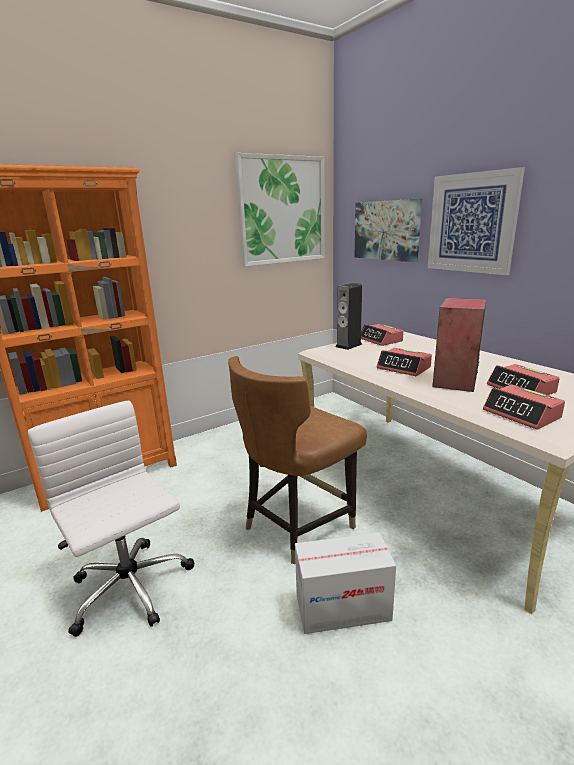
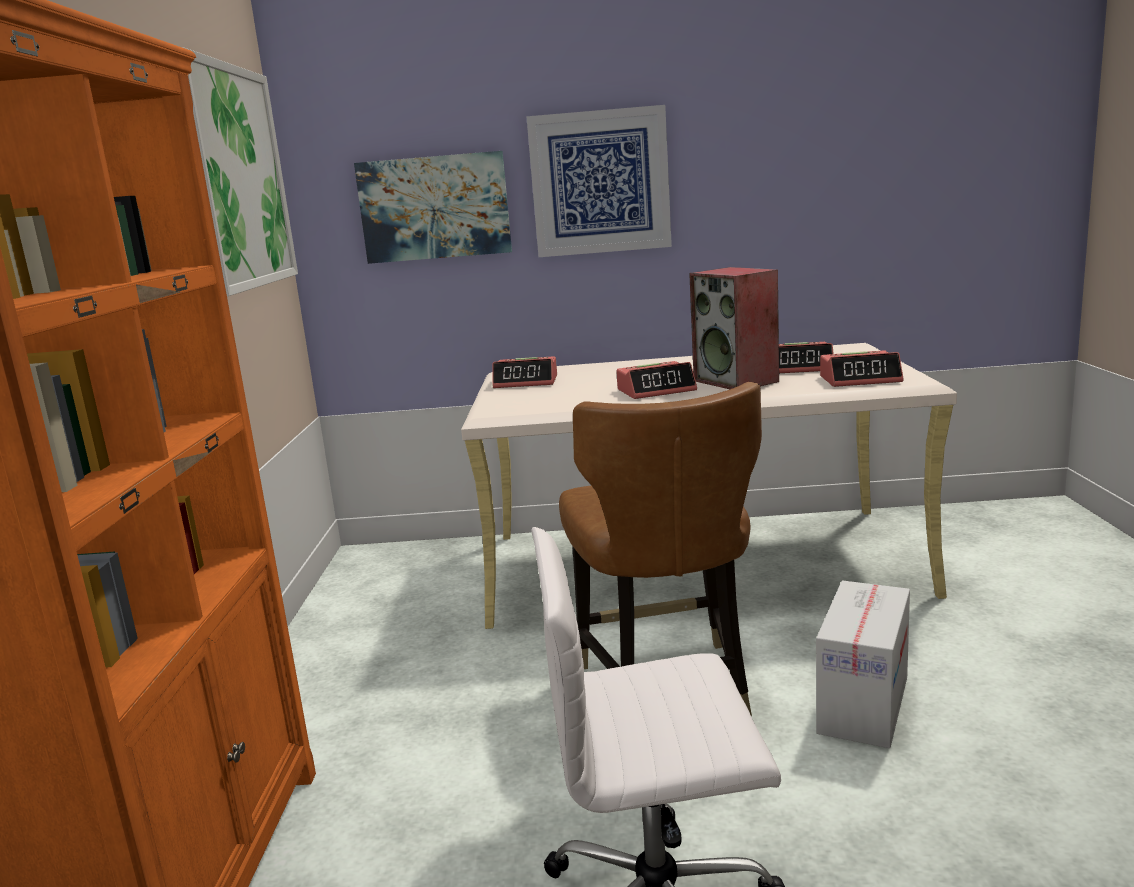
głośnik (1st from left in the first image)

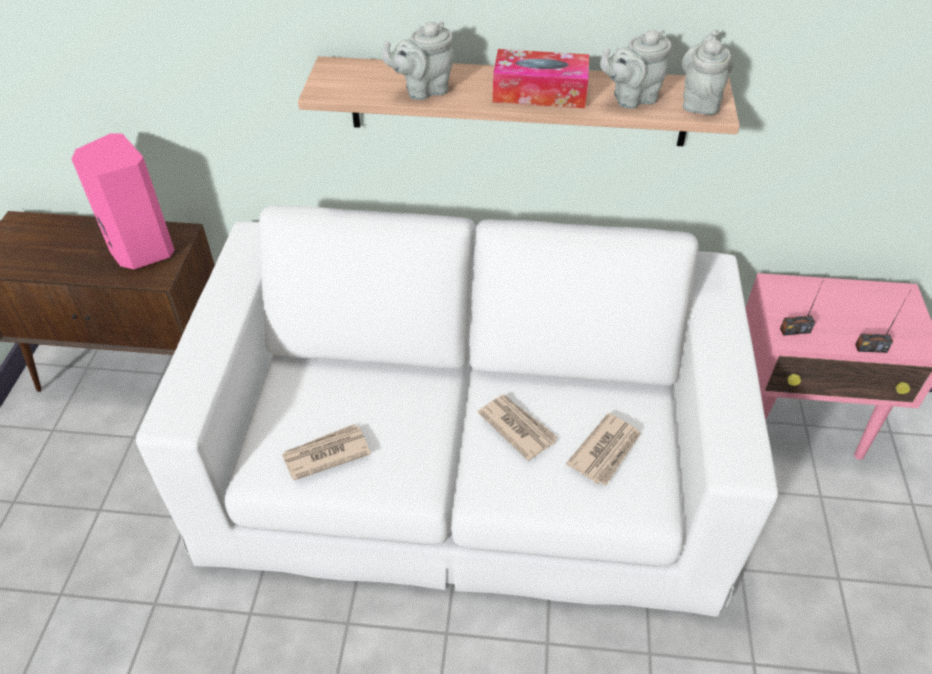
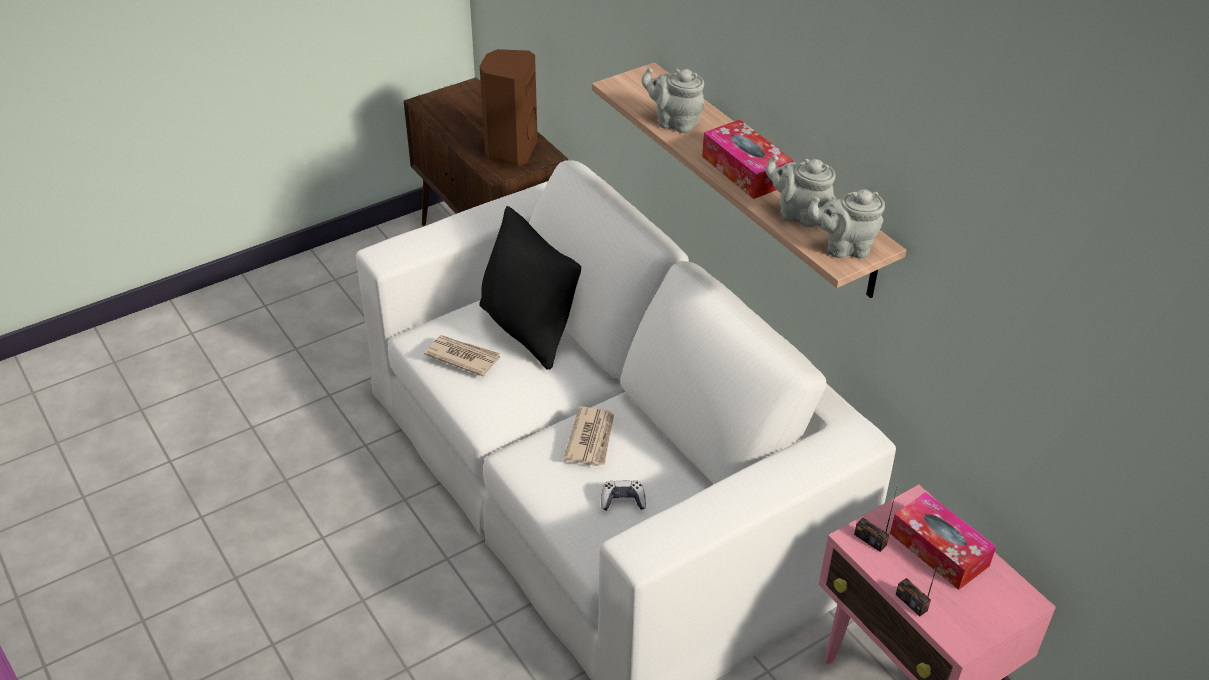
głośnik [brązowy]
pad do gier
imbryk [szary] (3rd from left)
poduszka [czarny]
pudełko chusteczek (2nd from left)

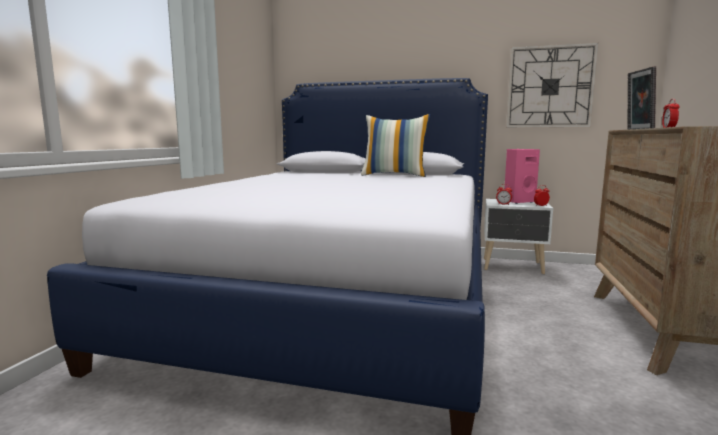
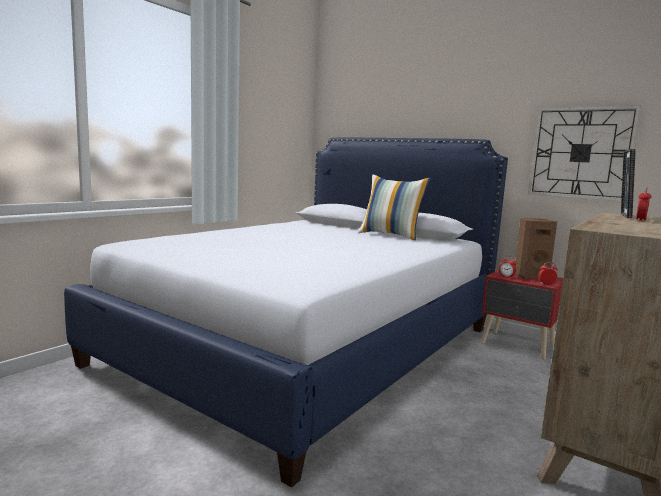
szafka nocna [czerwony]
głośnik [brązowy]

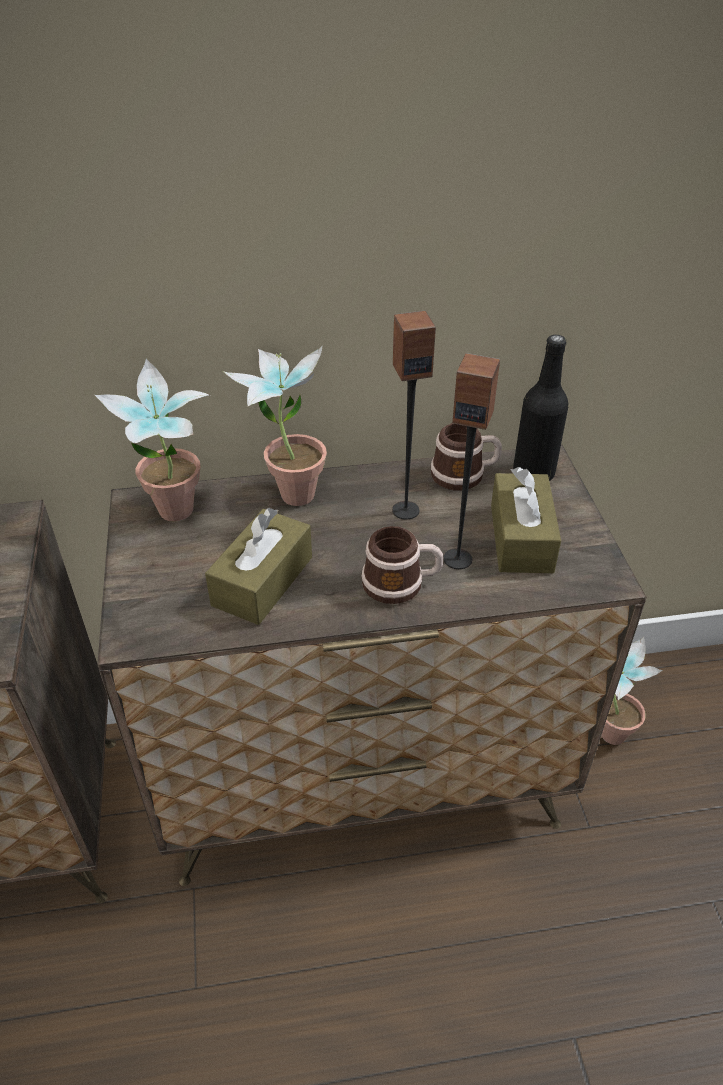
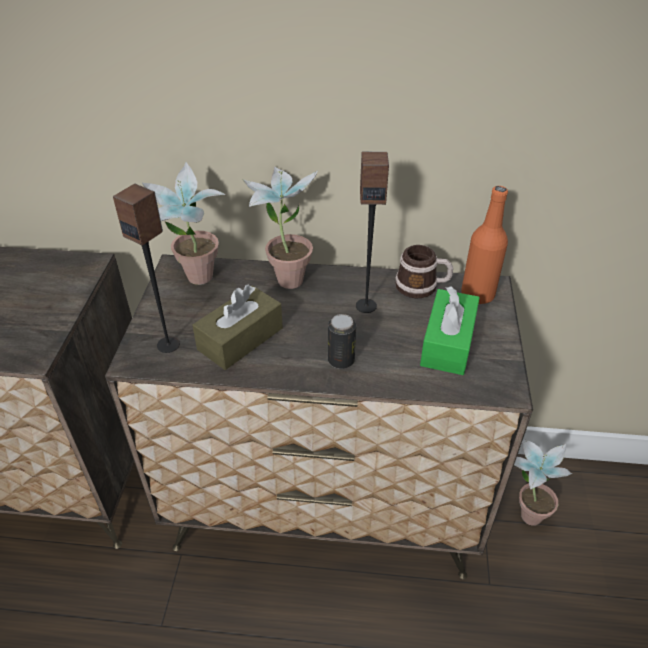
puszka
głośnik (1st from left)
pudełko chusteczek [zielony]
butelka [pomarańczowy]

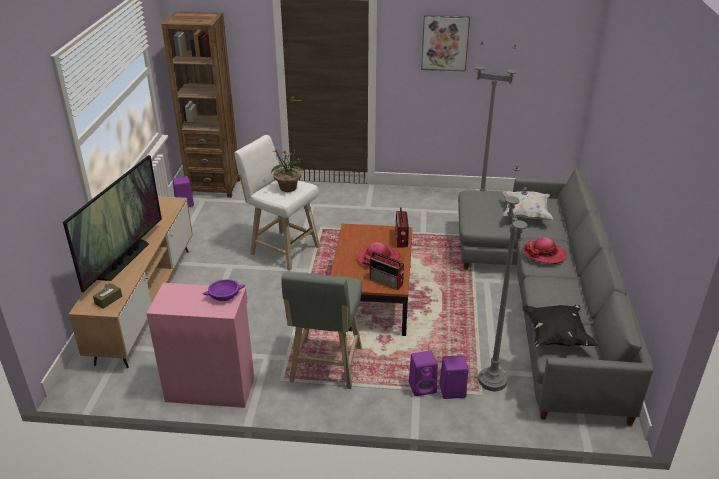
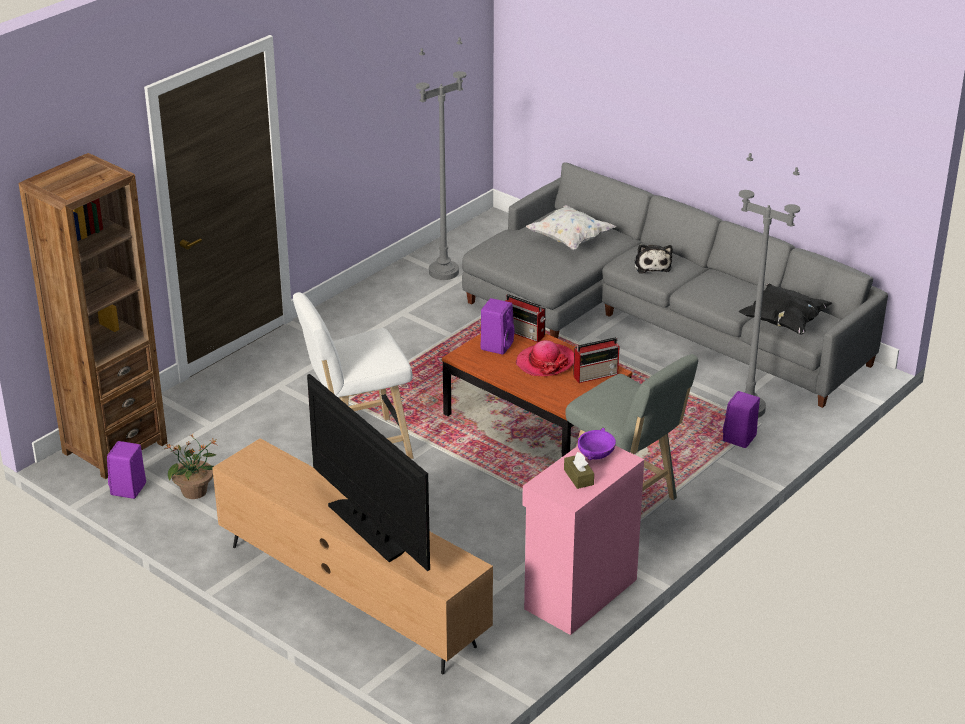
pudełko chusteczek [brązowy]
roślina doniczkowa
głośnik [fioletowy] (2nd from left)
obraz
pluszak

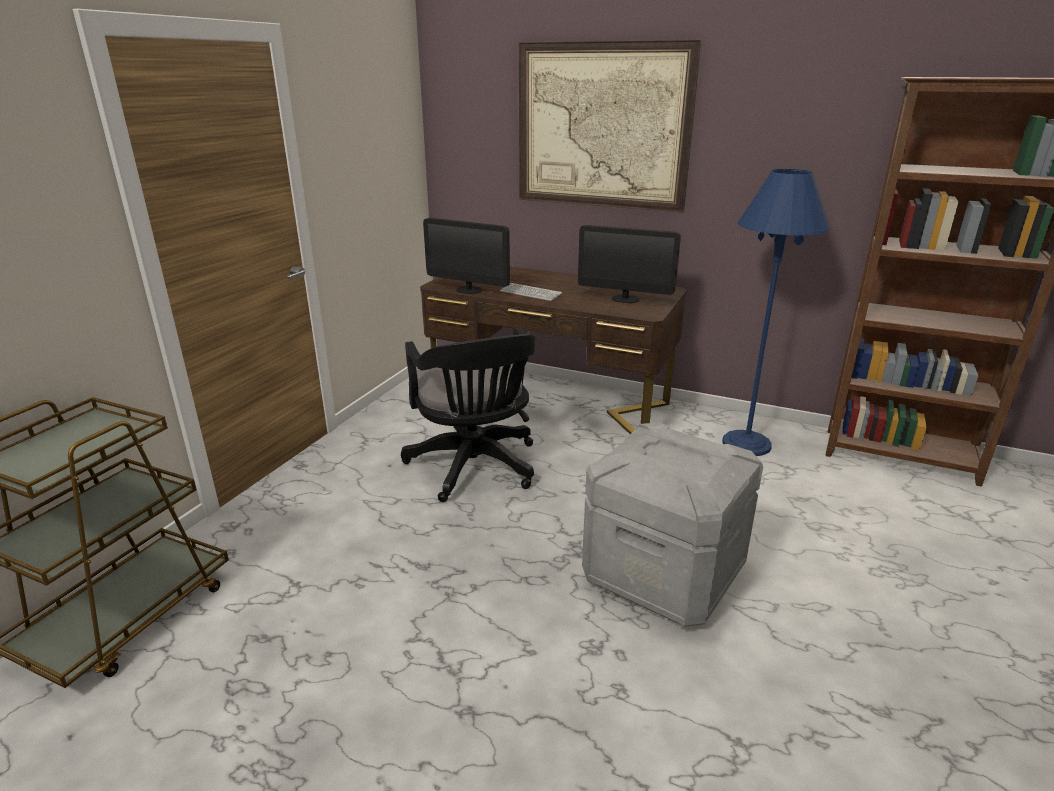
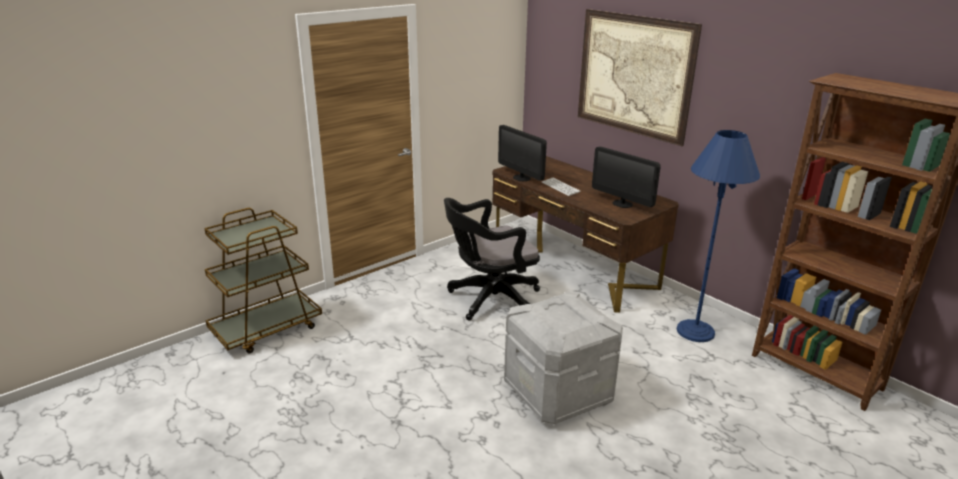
krzesło biurowe [czarny]

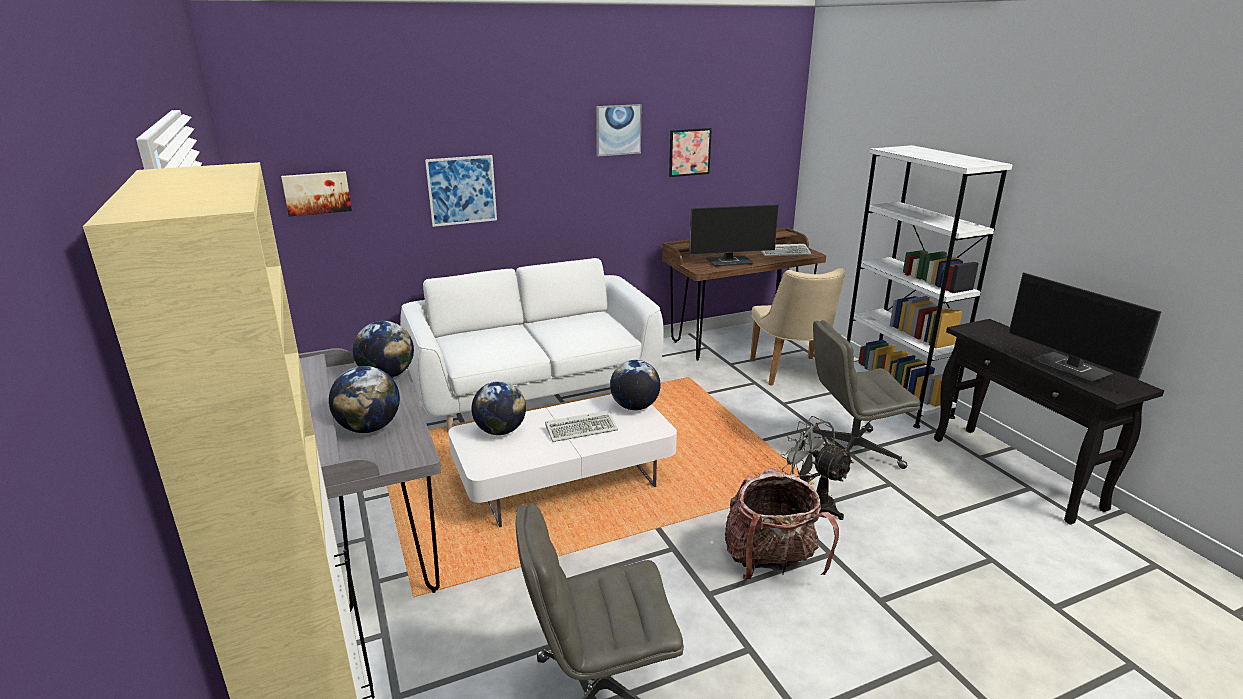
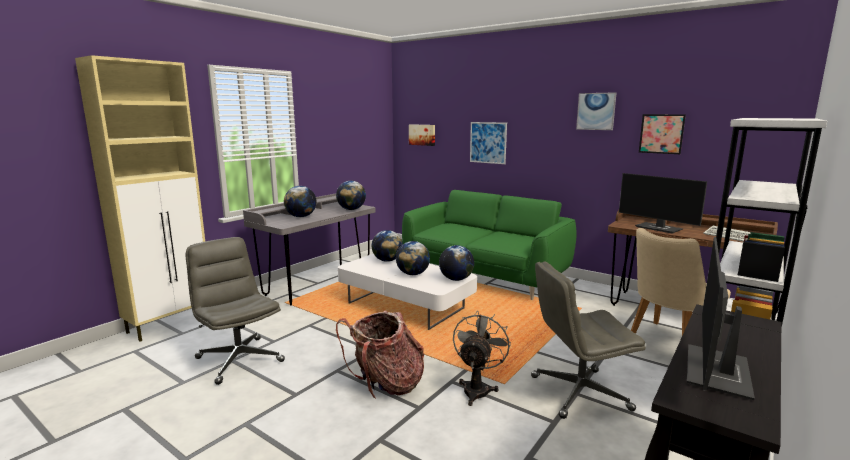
kanapa [zielony]
globus (4th from left)
krzesło biurowe [szary] (2nd from left)

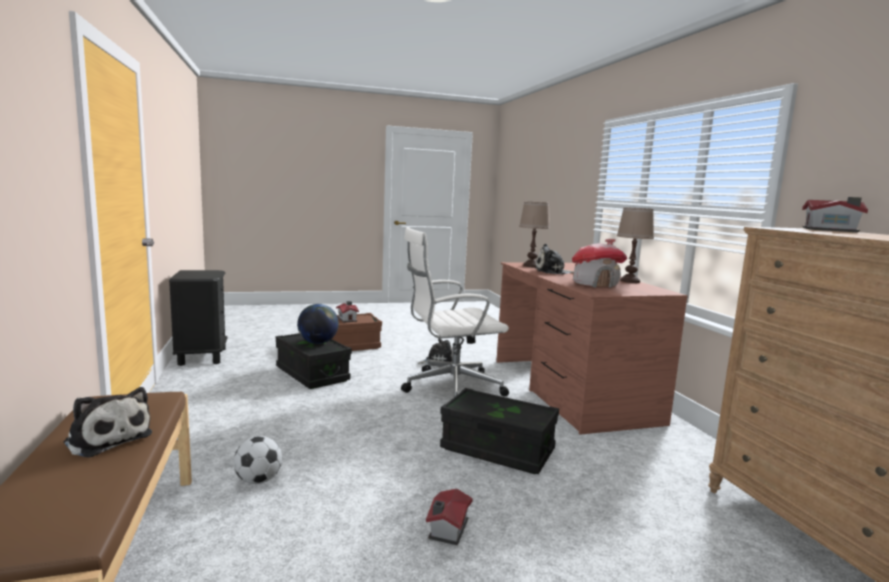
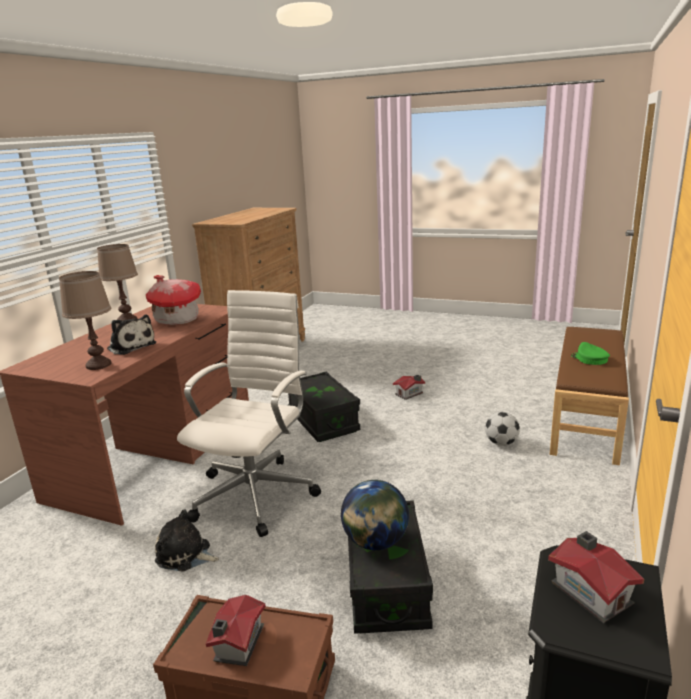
czapka z daszkiem [zielony]
krzesło biurowe [biały]
domek (4th from left)

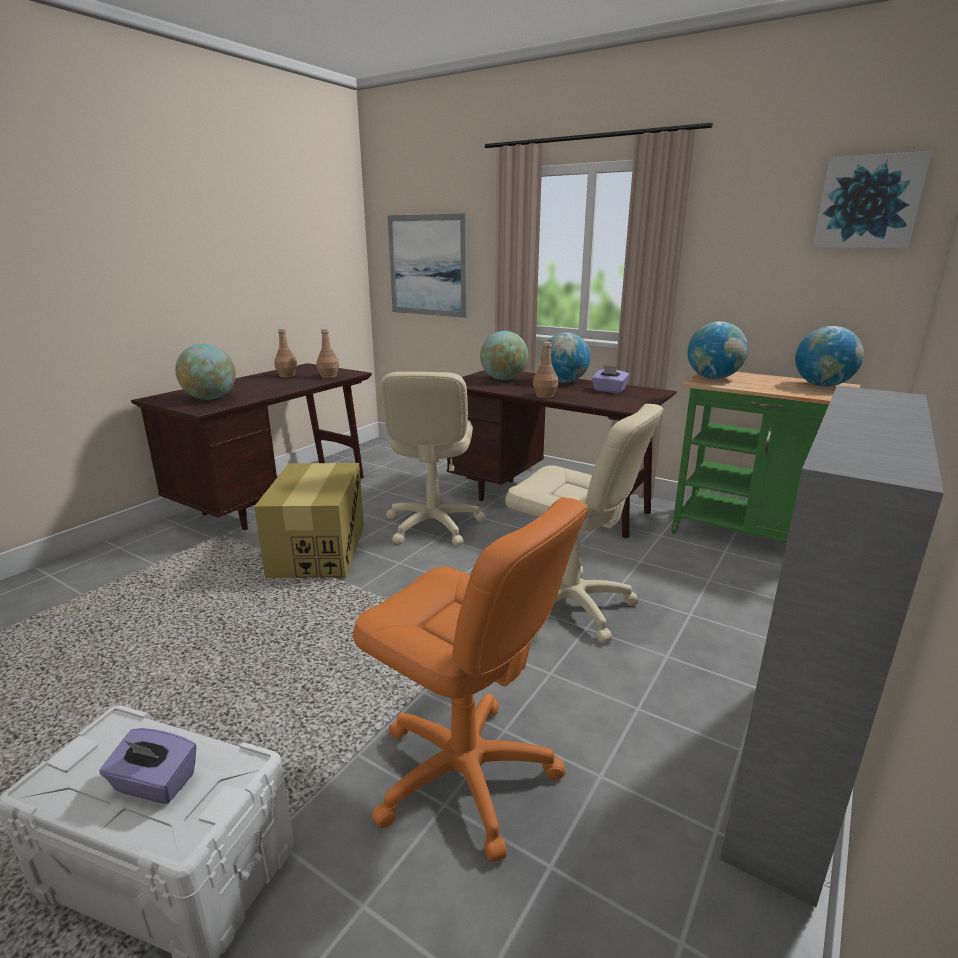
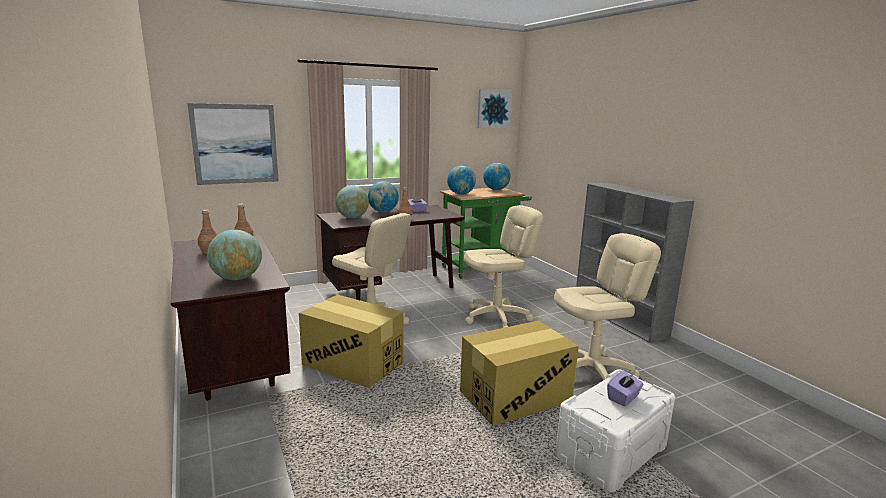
krzesło biurowe [beżowy] (3rd from left)
karton (2nd from left)

